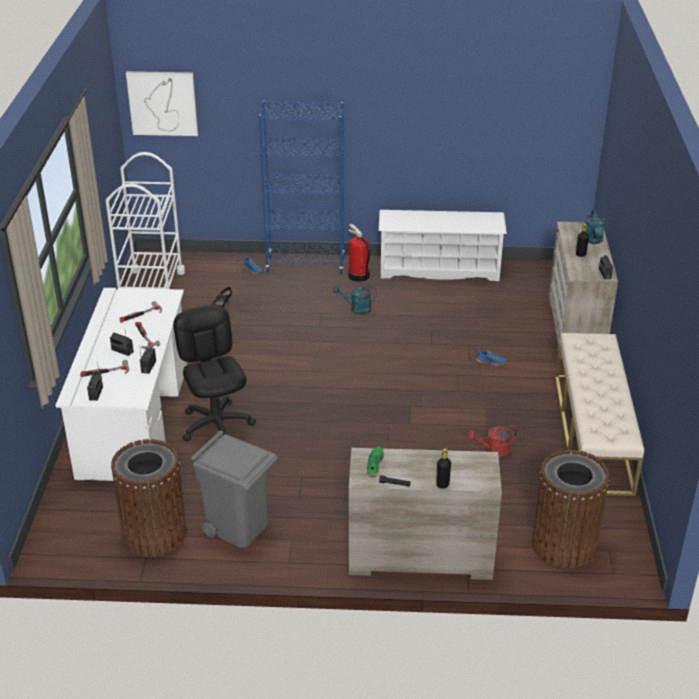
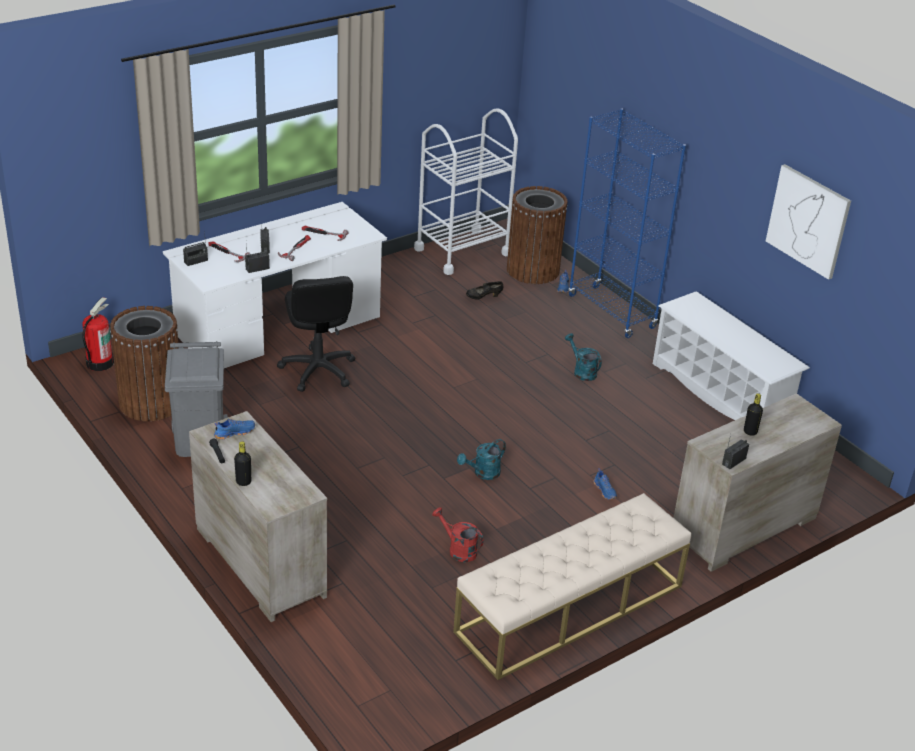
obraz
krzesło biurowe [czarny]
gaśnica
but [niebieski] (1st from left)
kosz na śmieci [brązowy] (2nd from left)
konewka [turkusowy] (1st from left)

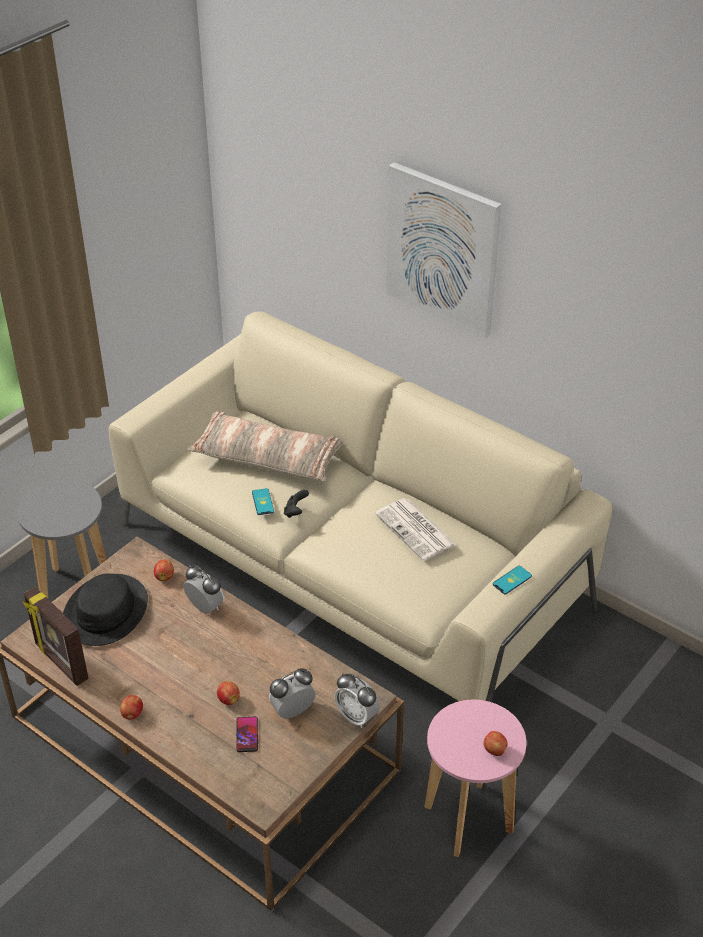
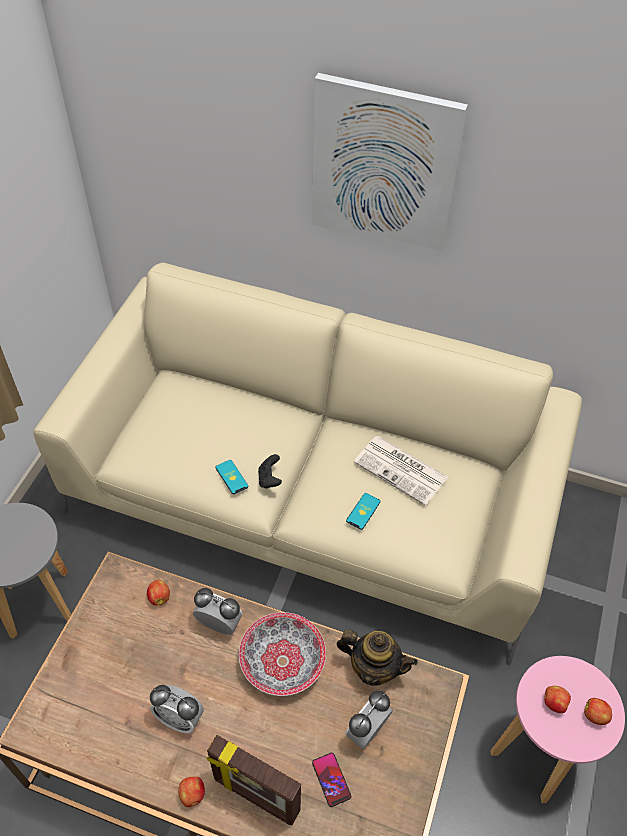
ramka na zdjęcie
kapelusz [czarny]
poduszka
jabłko (3rd from left)
budzik (1st from left)
telefon (3rd from left)
miska
imbryk

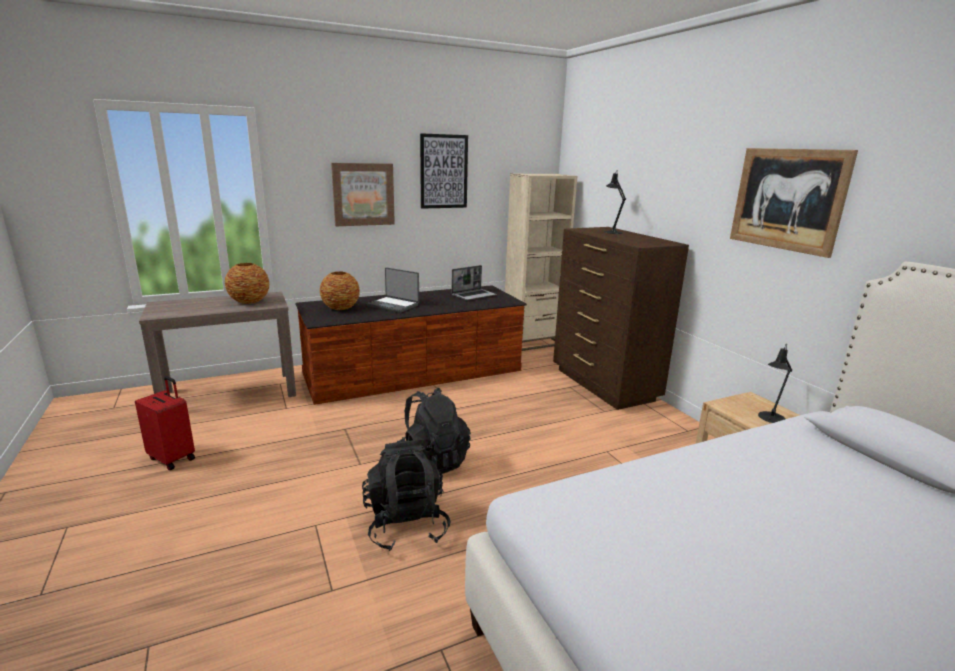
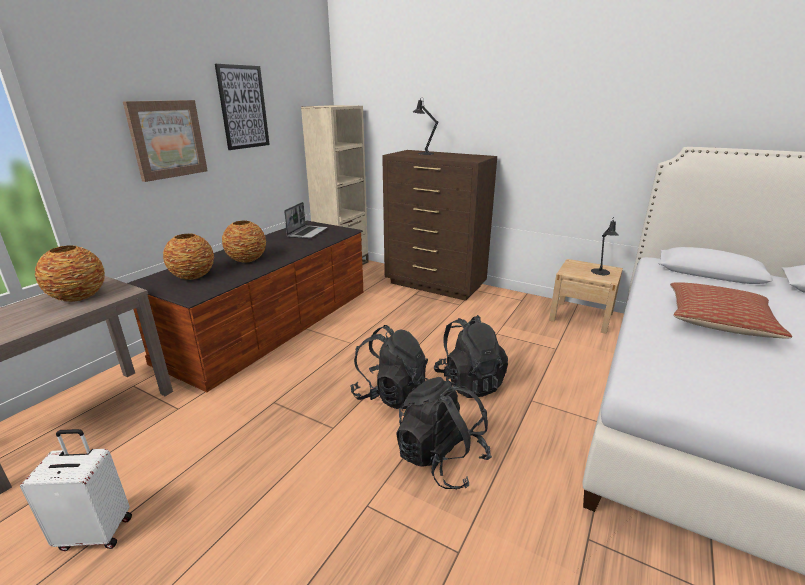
walizka [biały]
wazon (3rd from left)
obraz (3rd from left in the first image)
plecak [czarny] (3rd from left)
poduszka

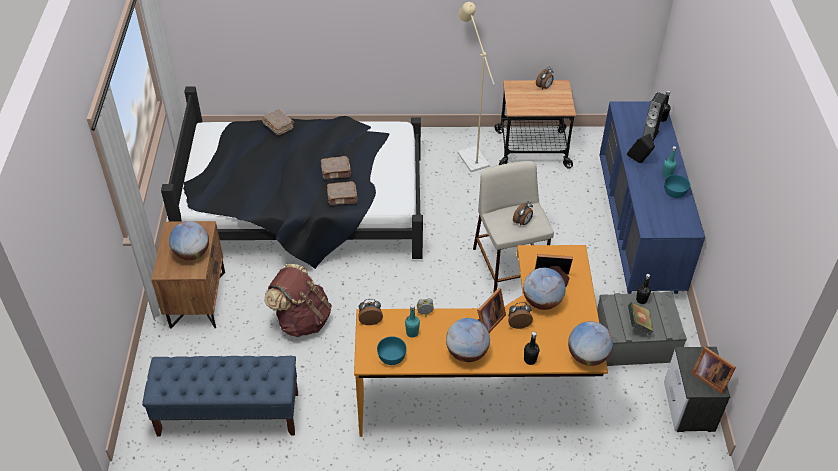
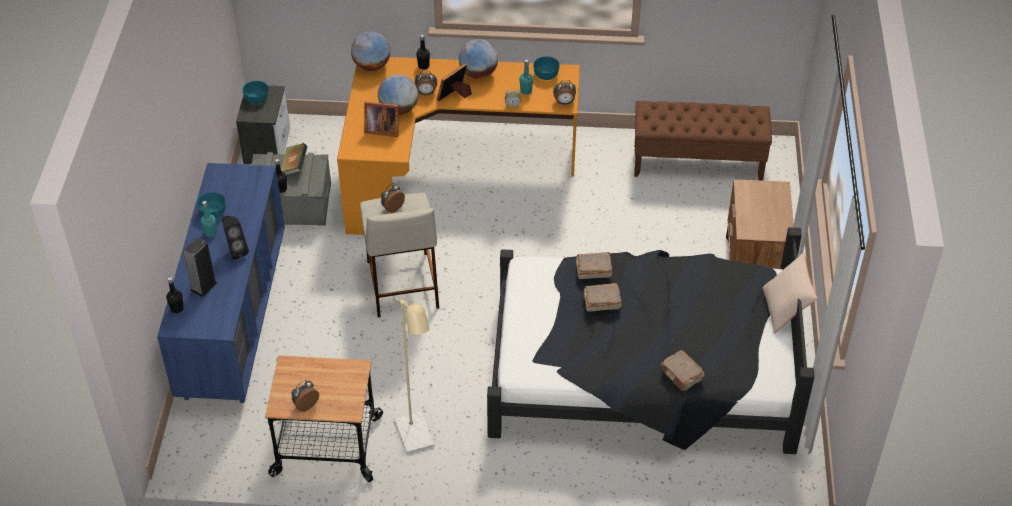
ławka [brązowy]
globus (1st from left in the first image)
plecak [brązowy]
miska [turkusowy] (2nd from left)
poduszka [beżowy]

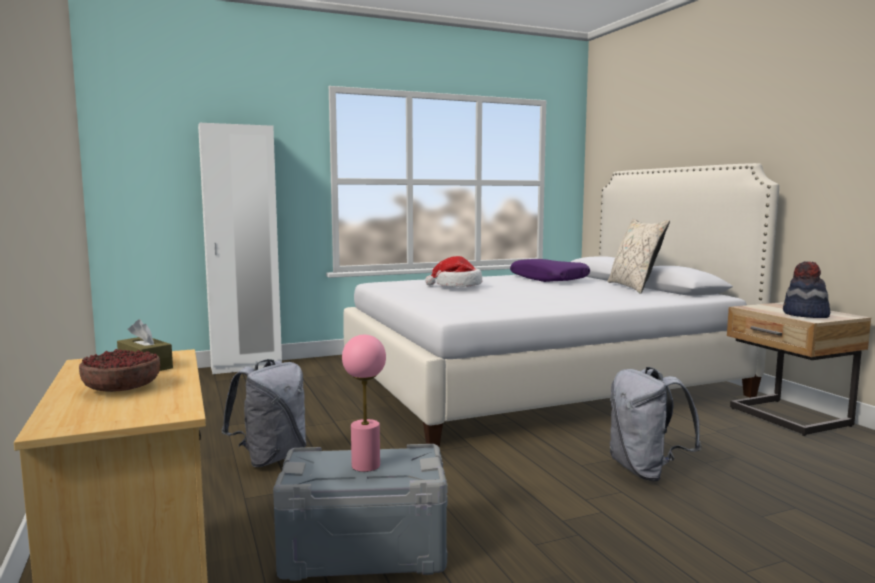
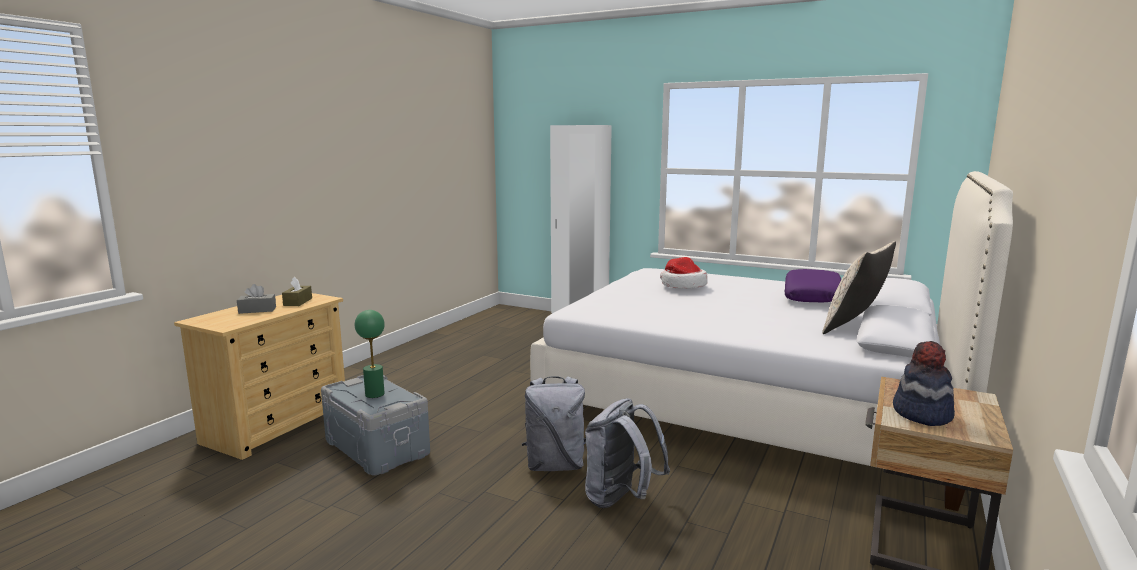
pudełko chusteczek [szary]
plecak [szary] (1st from left)
lampa stołowa [zielony]

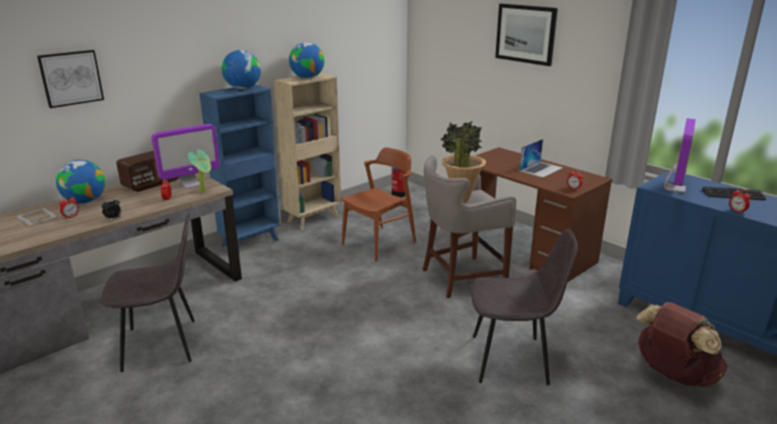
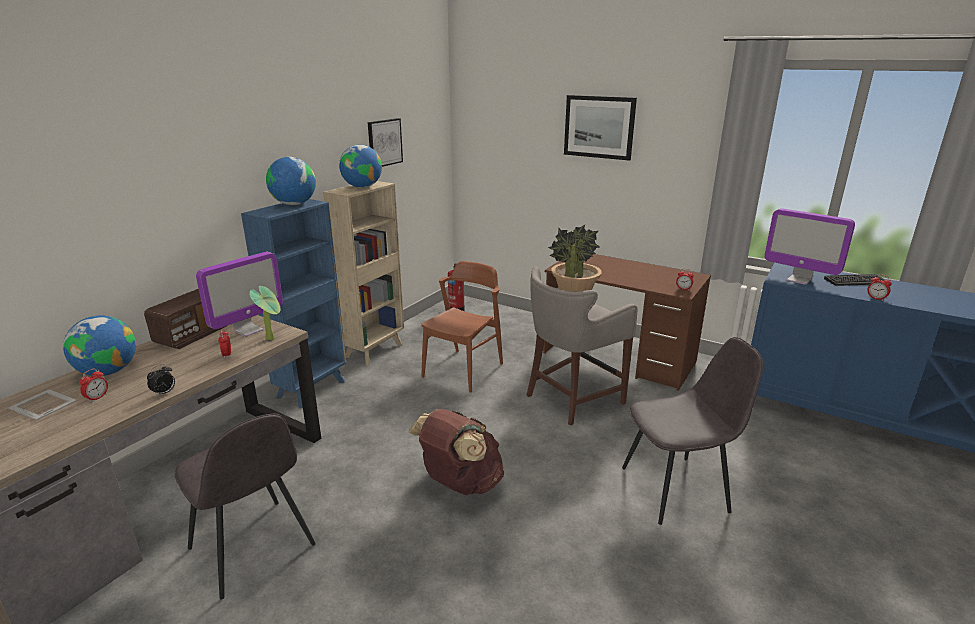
obraz (1st from left)
krzesło [szary] (1st from left)
laptop
plecak [brązowy]
monitor (2nd from left)

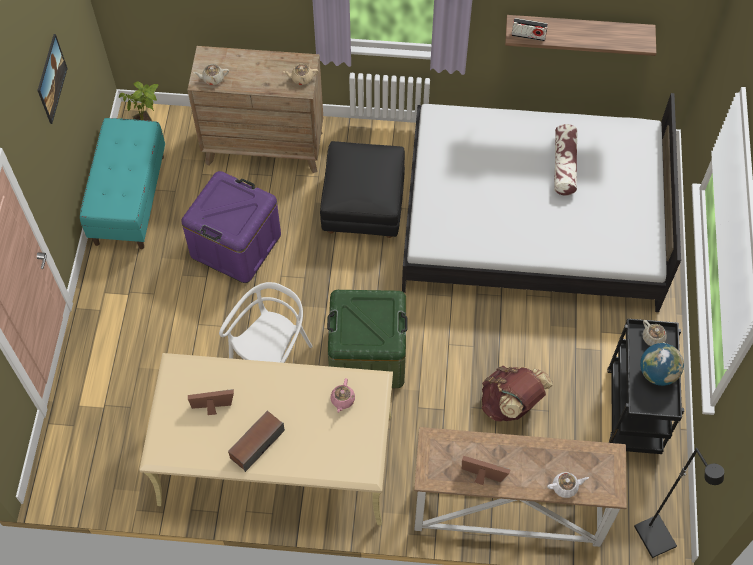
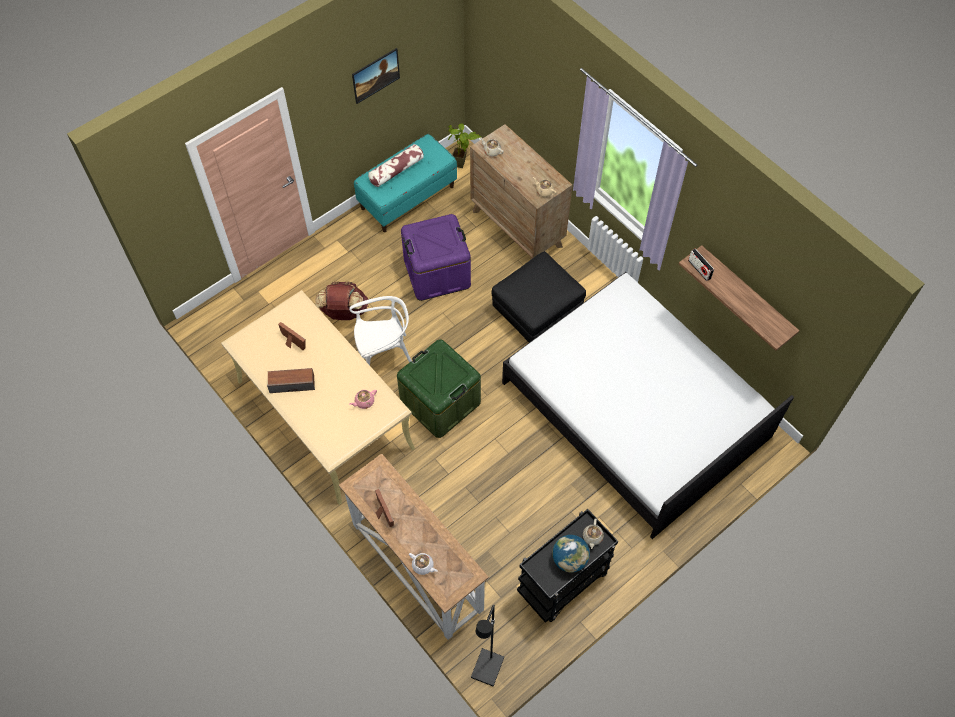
plecak [brązowy]
poduszka

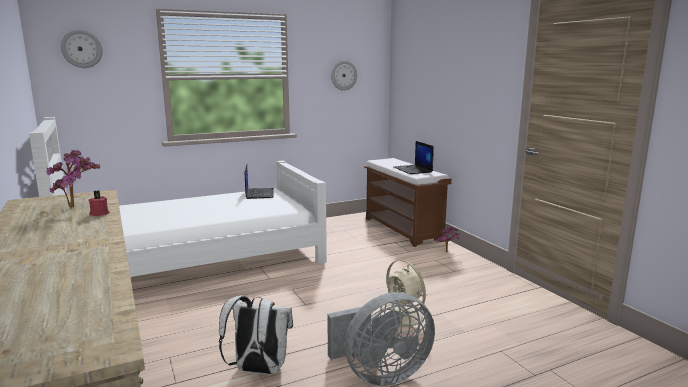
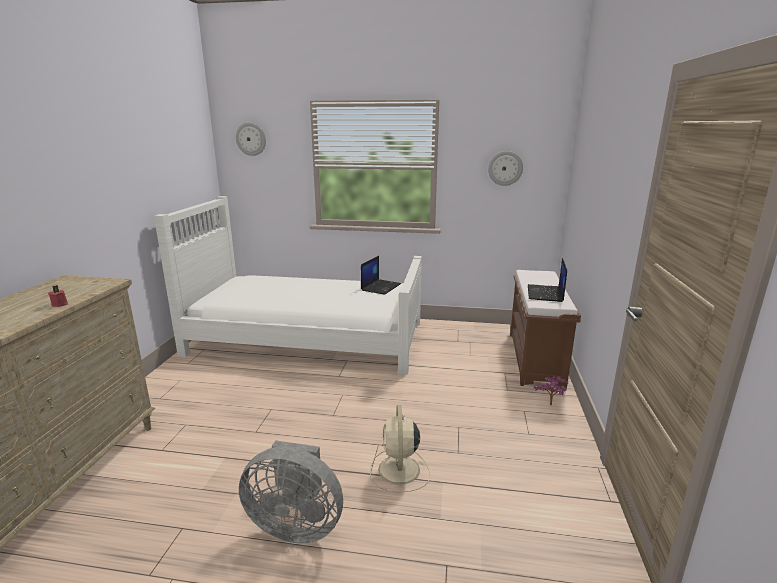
roślina doniczkowa (1st from left in the first image)
plecak [biały]

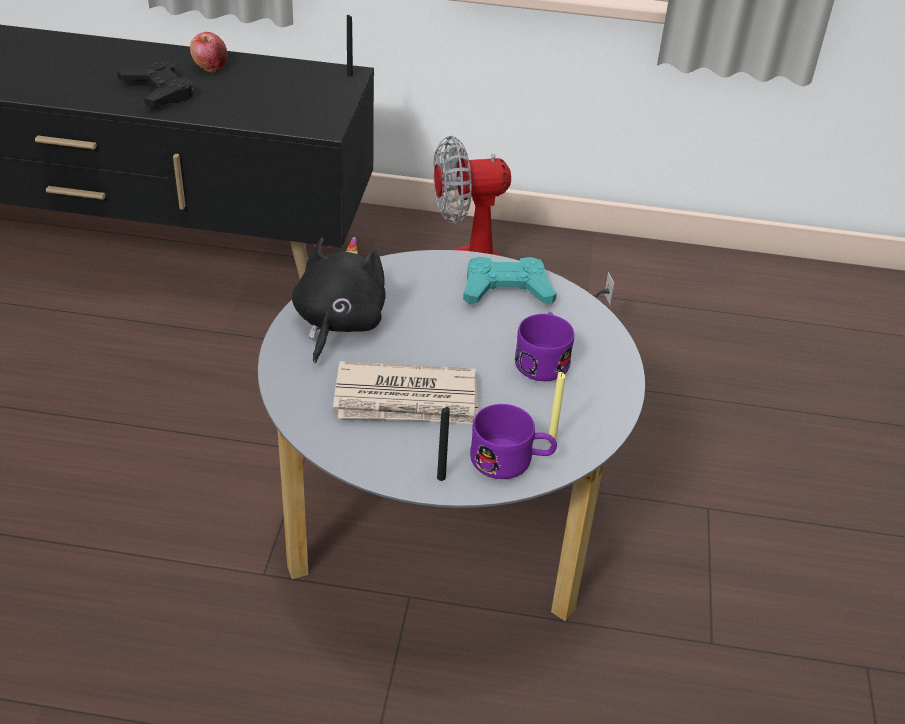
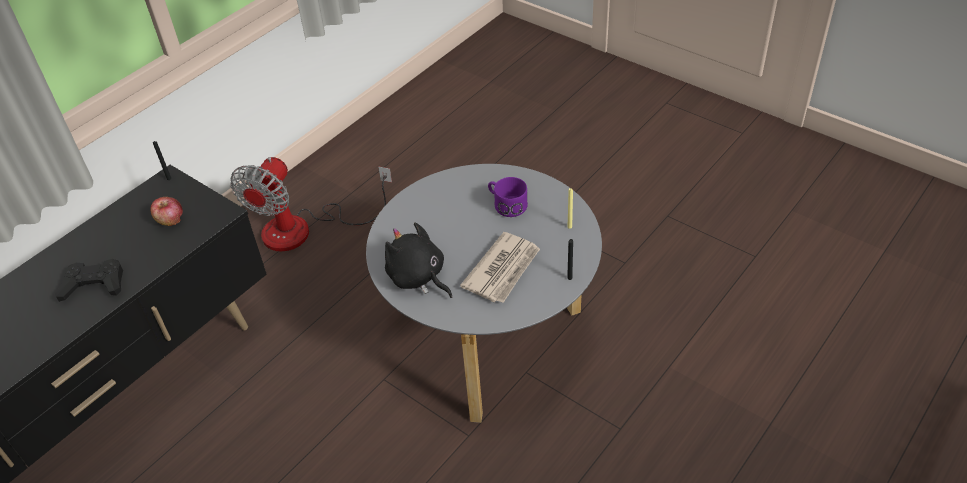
jabłko
pad do gier [turkusowy]
kubek [fioletowy] (1st from left in the first image)

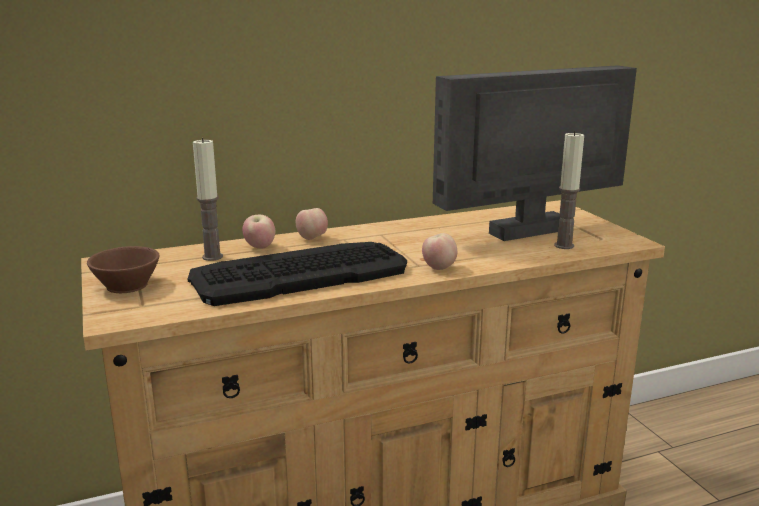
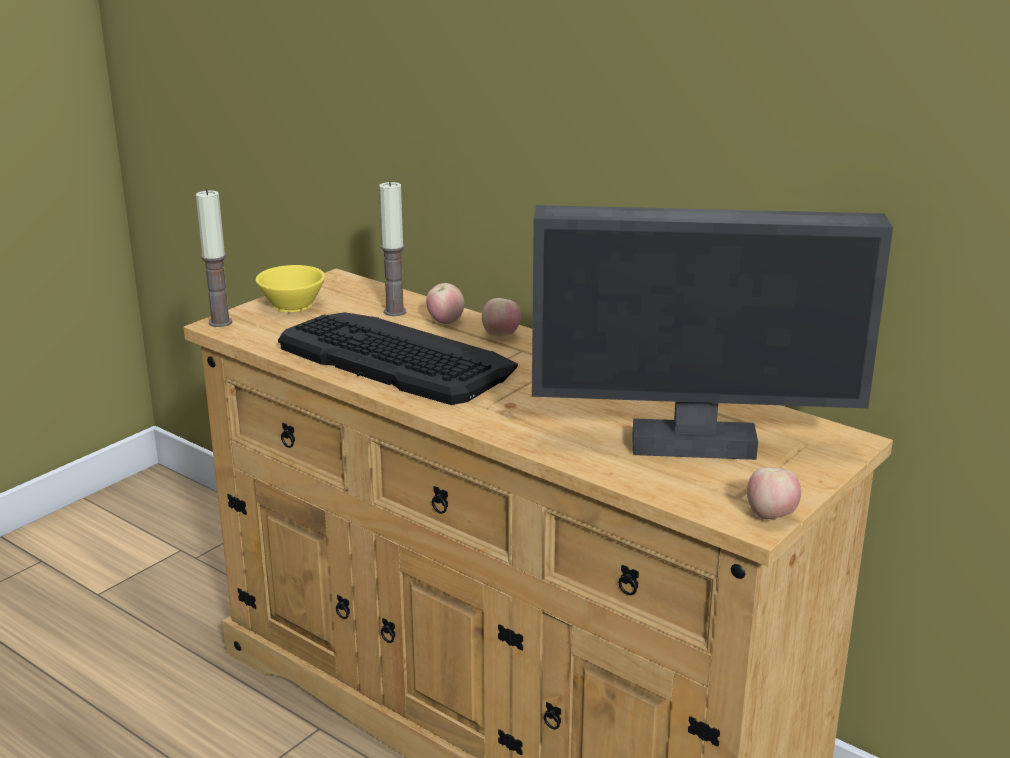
filiżanka [żółty]
jabłko (3rd from left)
monitor
świeca (1st from left)

